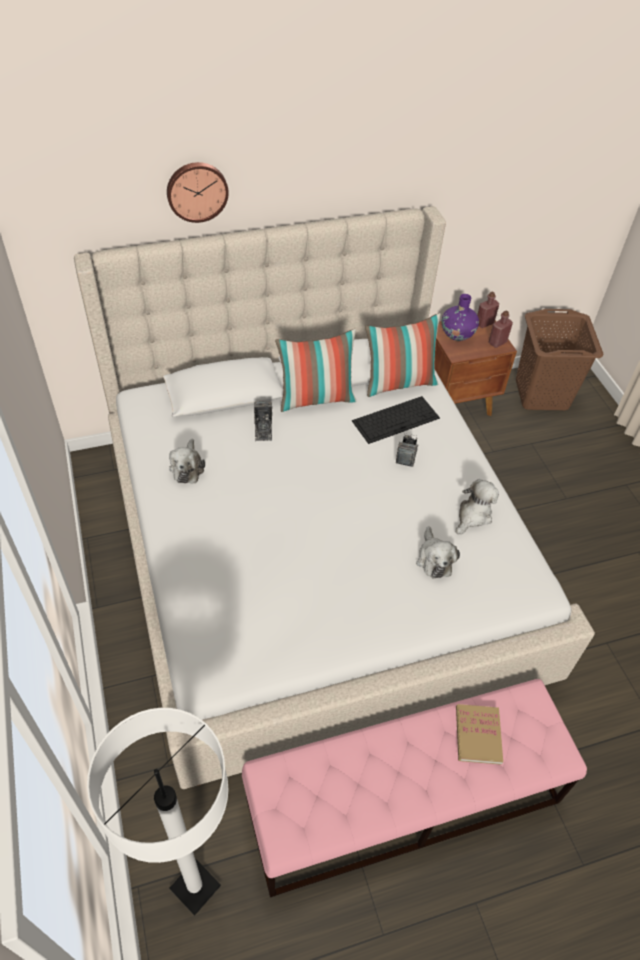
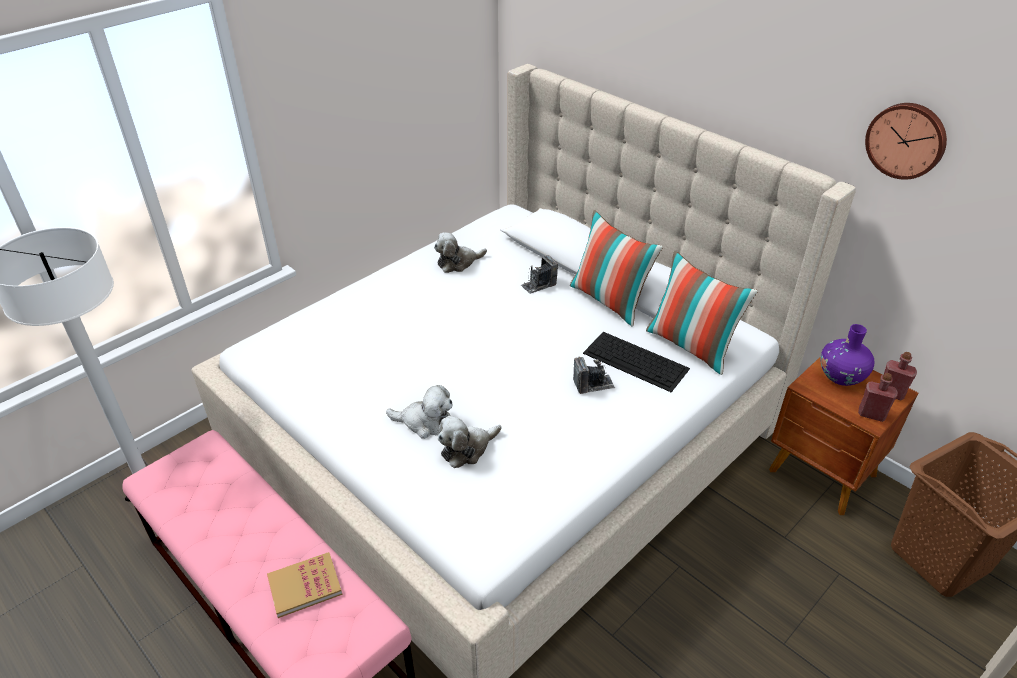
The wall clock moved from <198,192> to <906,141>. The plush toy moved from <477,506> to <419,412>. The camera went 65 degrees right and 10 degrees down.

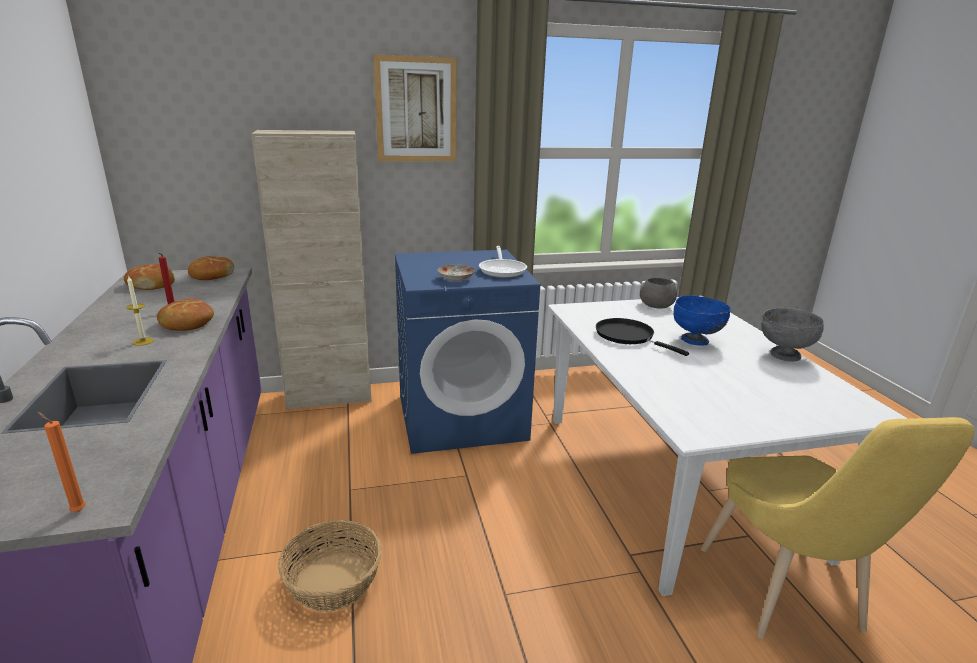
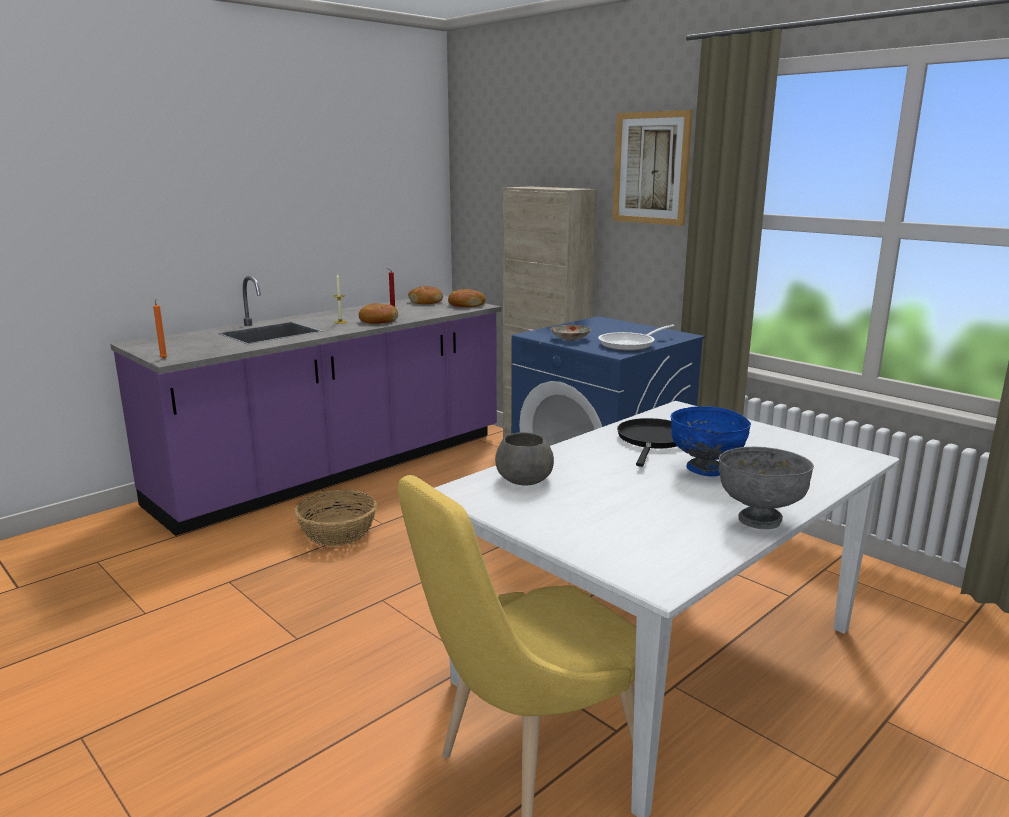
The grey bowl moved from <658,293> to <524,458>. The camera went 60 degrees right and 5 degrees down.

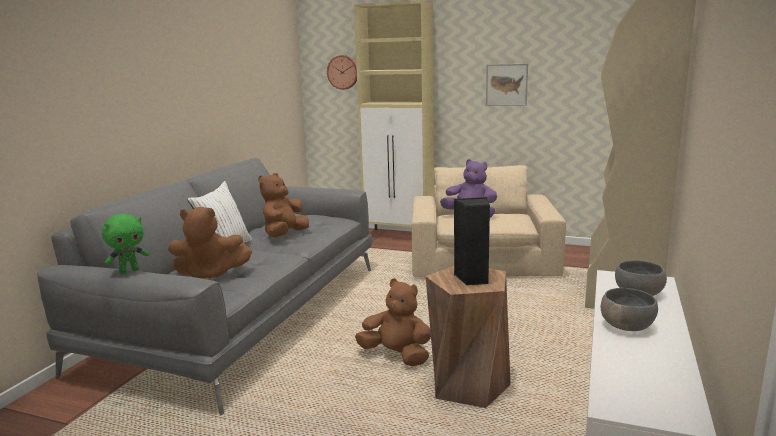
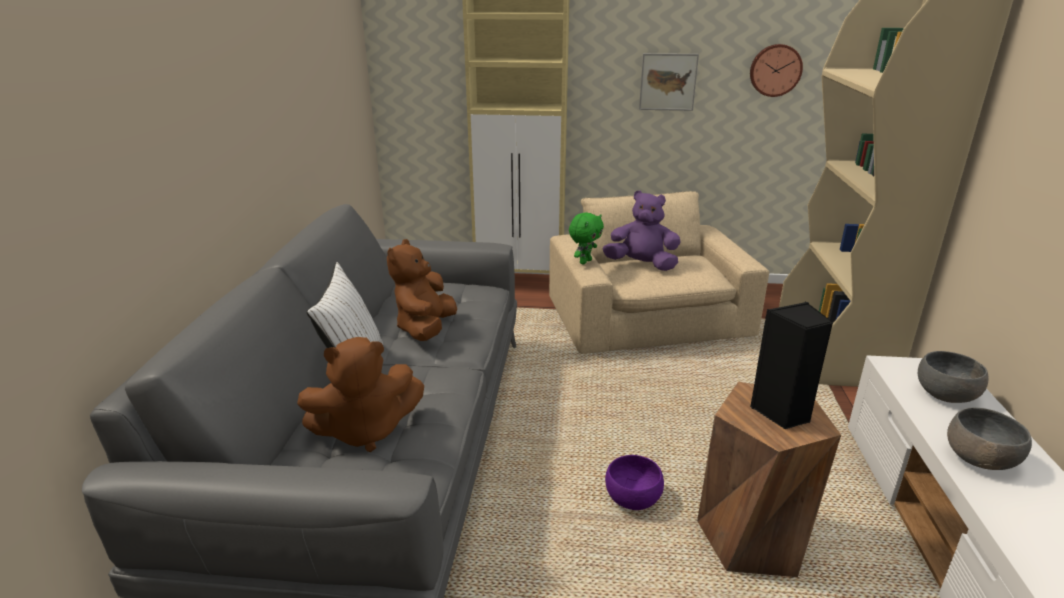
The green plush toy moved from <125,244> to <586,238>. The wall clock moved from <342,72> to <776,70>. The brown plush toy at <393,322> was replaced by the purple bowl at <634,482>. The camera went 15 degrees left and 10 degrees up.

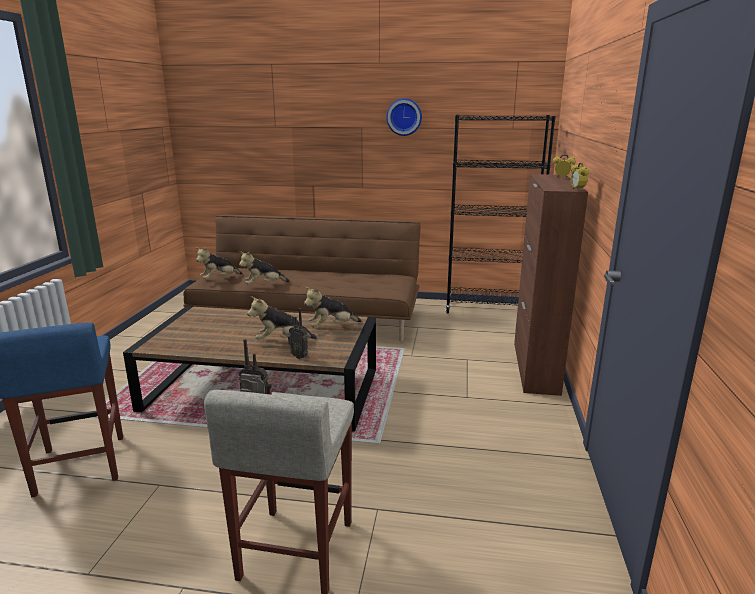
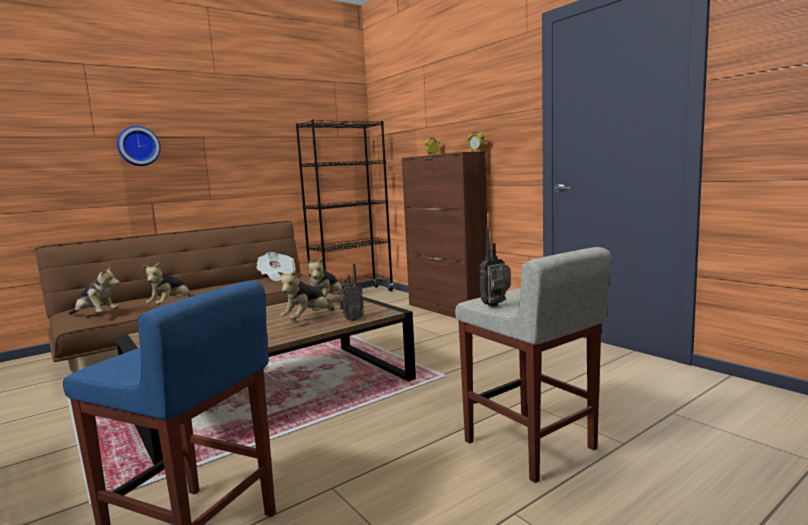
The plush toy at <219,263> turned 75 degrees counterclockwise. The wall clock moved from <404,117> to <139,146>. The newspaper at <275,266> appeared. The camera went 45 degrees left and 10 degrees down.

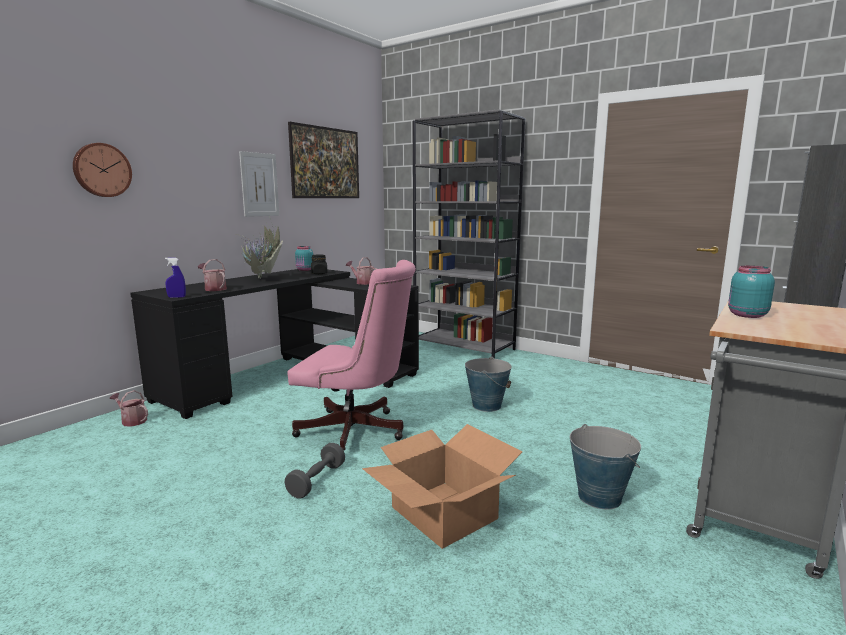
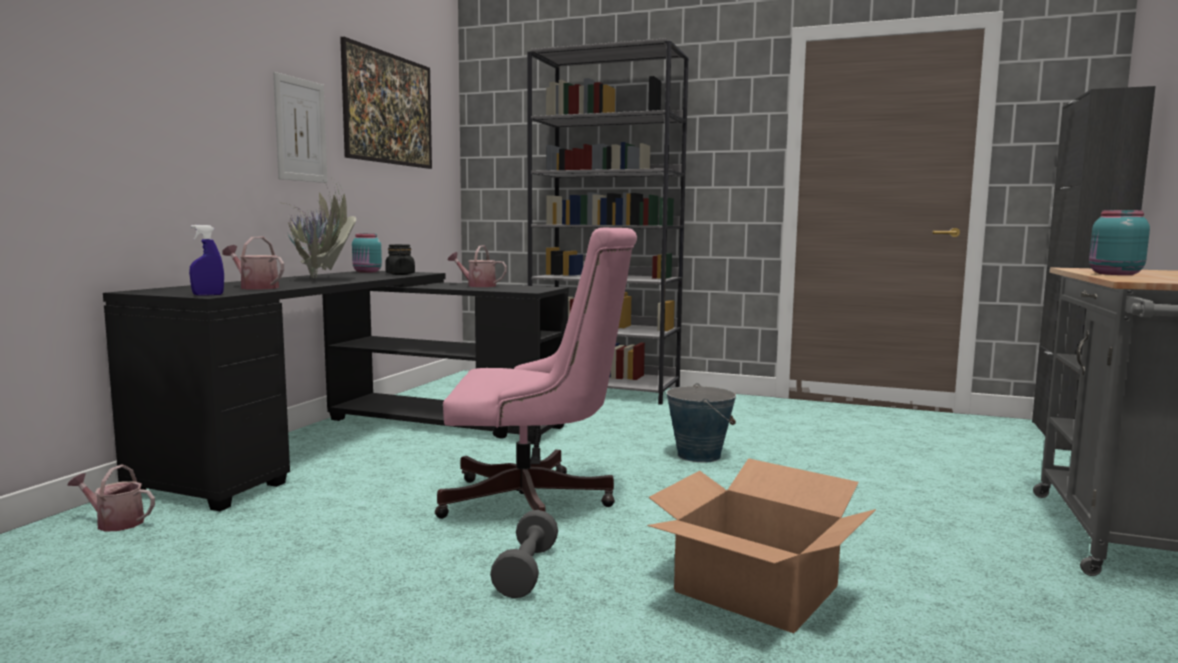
The wall clock at <102,170> disappeared. The bucket at <605,466> disappeared. The camera went 15 degrees left and 5 degrees down.

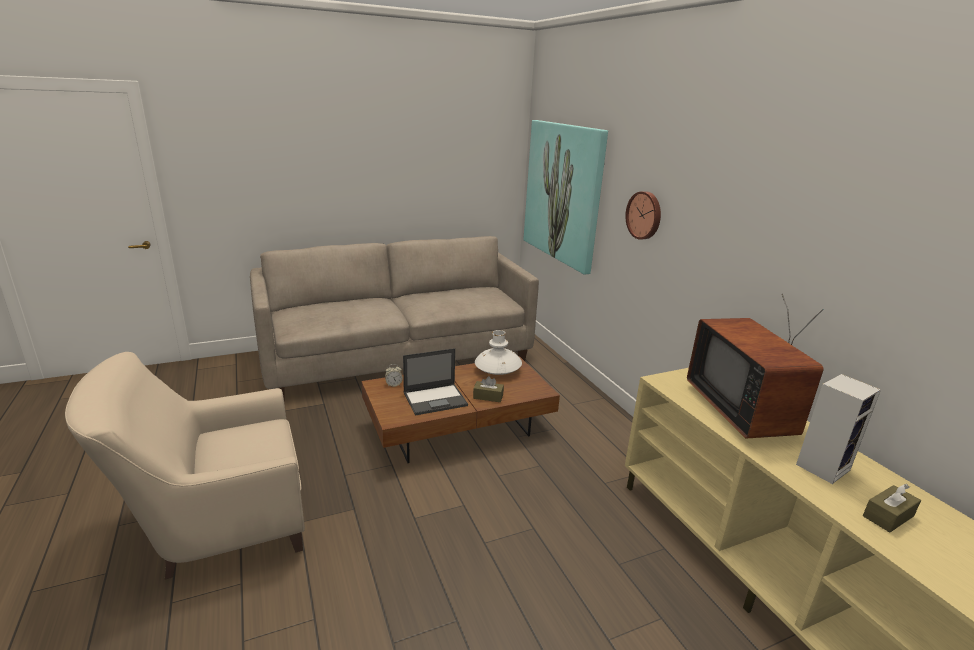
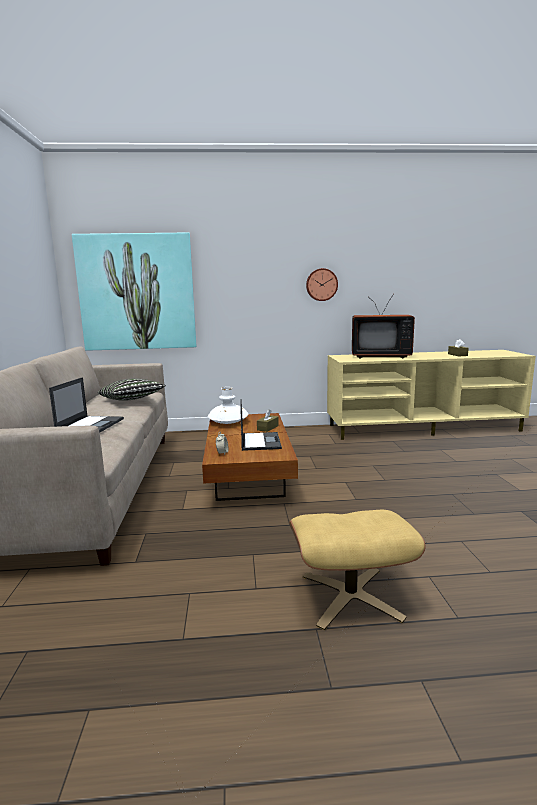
The beige armchair at <185,466> was replaced by the beige ottoman at <357,570>. The wall clock moved from <643,215> to <322,284>. The speaker at <838,429> disappeared. The laptop at <86,405> appeared. The pillow at <132,389> appeared. The camera went 70 degrees left and 10 degrees down.

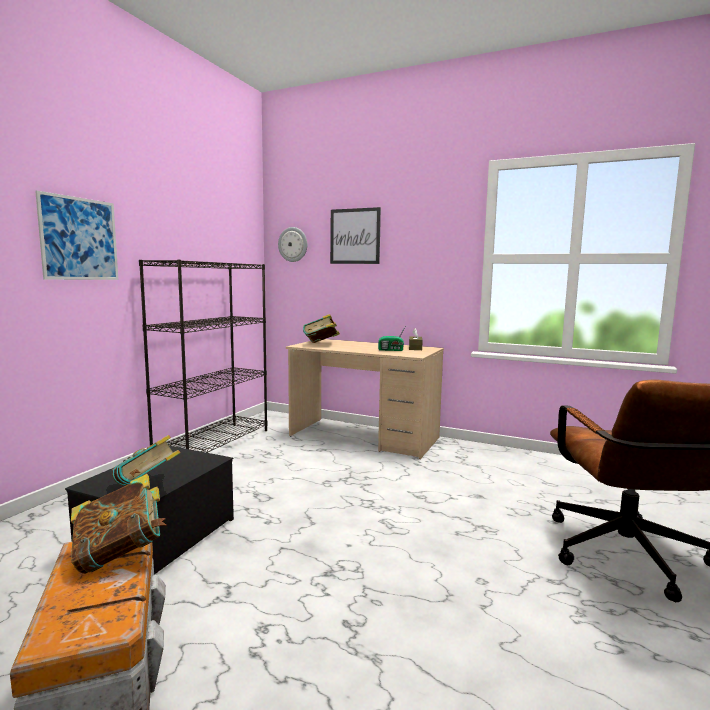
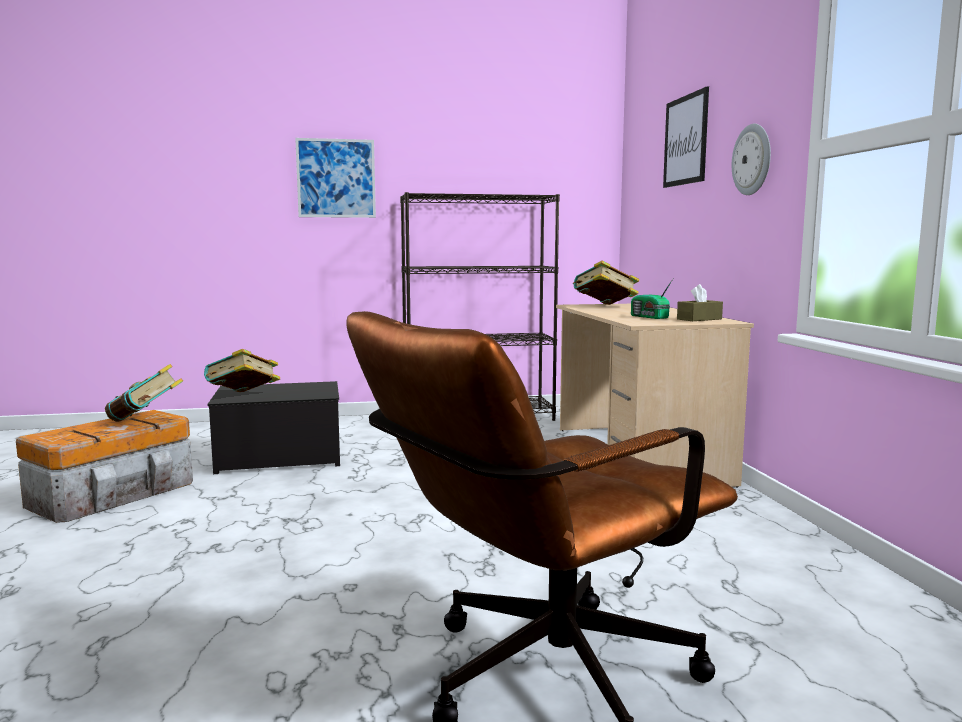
The wall clock moved from <292,244> to <751,159>. The camera went 55 degrees right and 0 degrees up.

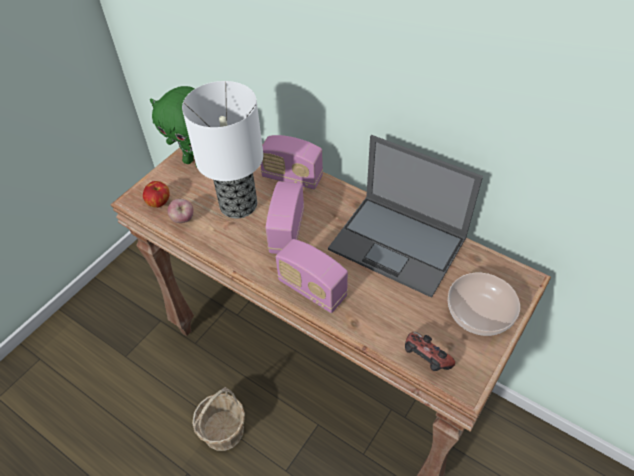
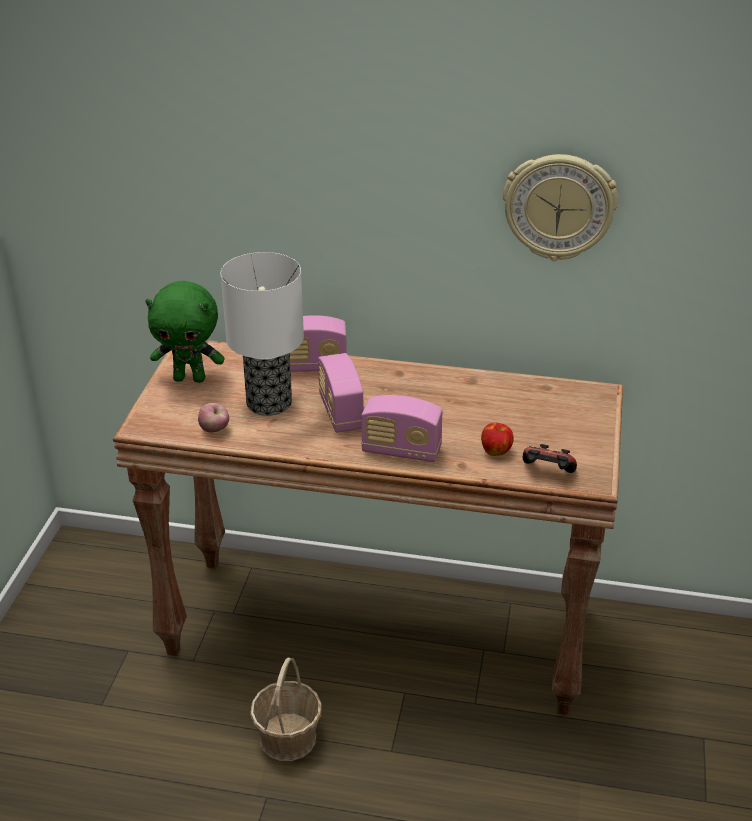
The apple moved from <156,194> to <497,439>. The laptop at <405,216> disappeared. The bowl at <484,304> disappeared. The wall clock at <560,207> appeared. The camera went 25 degrees left and 15 degrees down.

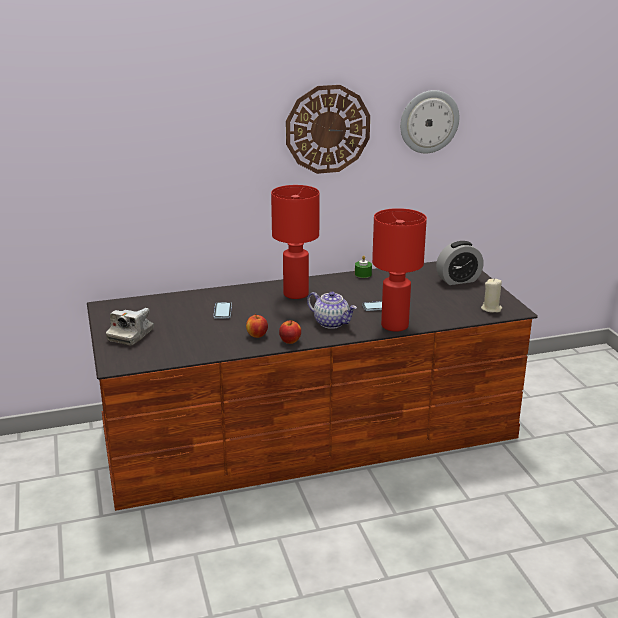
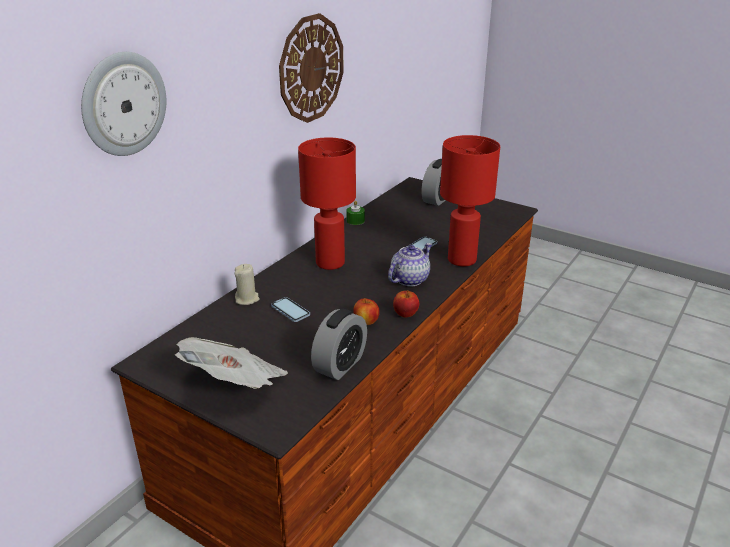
The photo camera at <130,326> was replaced by the newspaper at <231,363>. The teapot at <332,310> turned 45 degrees counterclockwise. The wall clock moved from <429,121> to <123,104>. The beige candle moved from <491,295> to <247,284>. The alarm clock at <339,344> appeared. The camera went 40 degrees left and 5 degrees up.

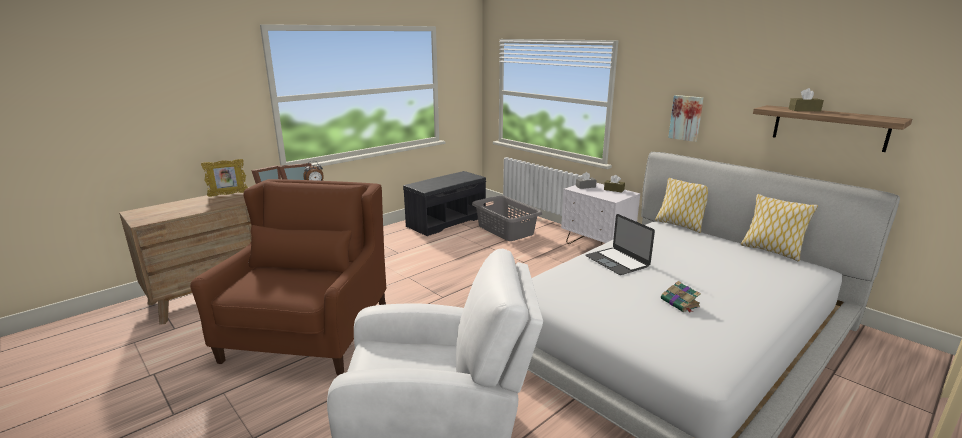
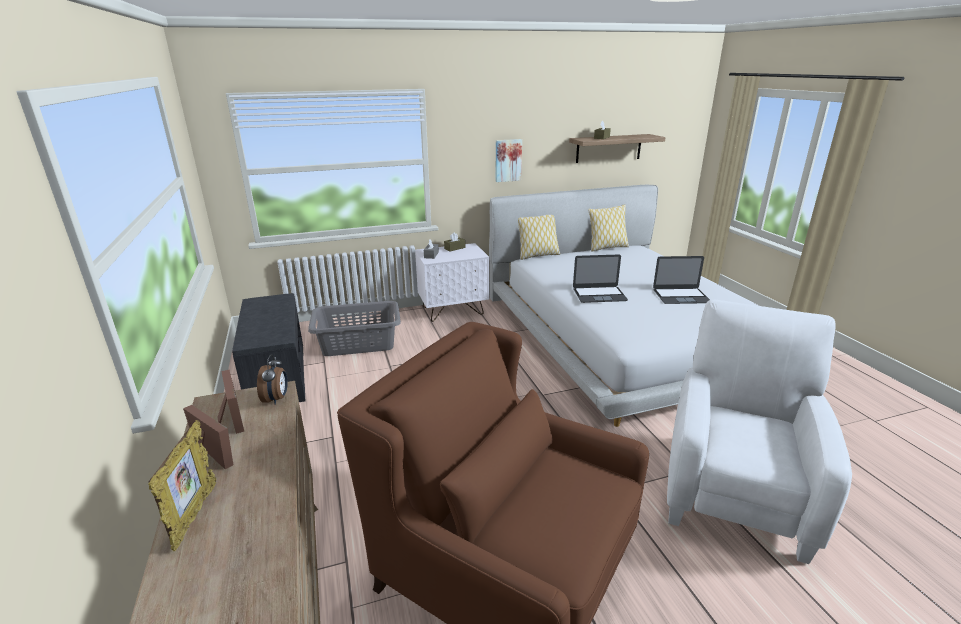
The book at <681,297> was replaced by the laptop at <681,280>. The camera went 65 degrees left and 5 degrees up.

